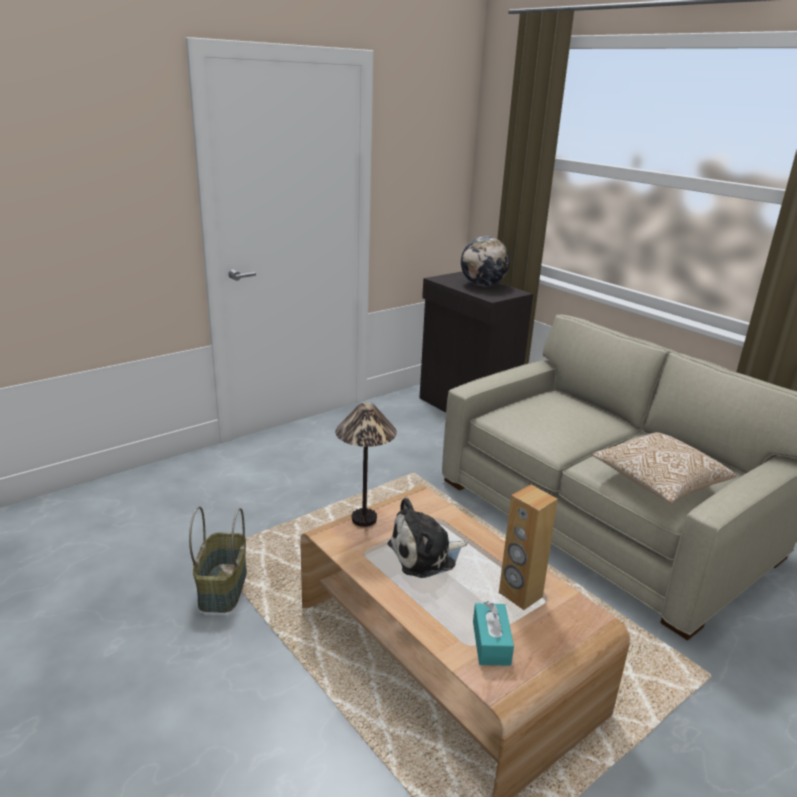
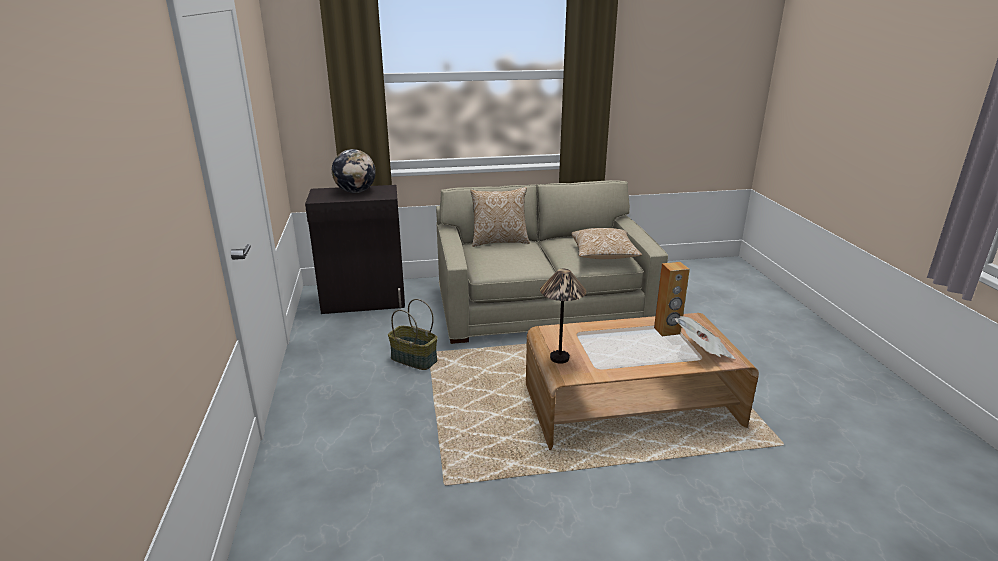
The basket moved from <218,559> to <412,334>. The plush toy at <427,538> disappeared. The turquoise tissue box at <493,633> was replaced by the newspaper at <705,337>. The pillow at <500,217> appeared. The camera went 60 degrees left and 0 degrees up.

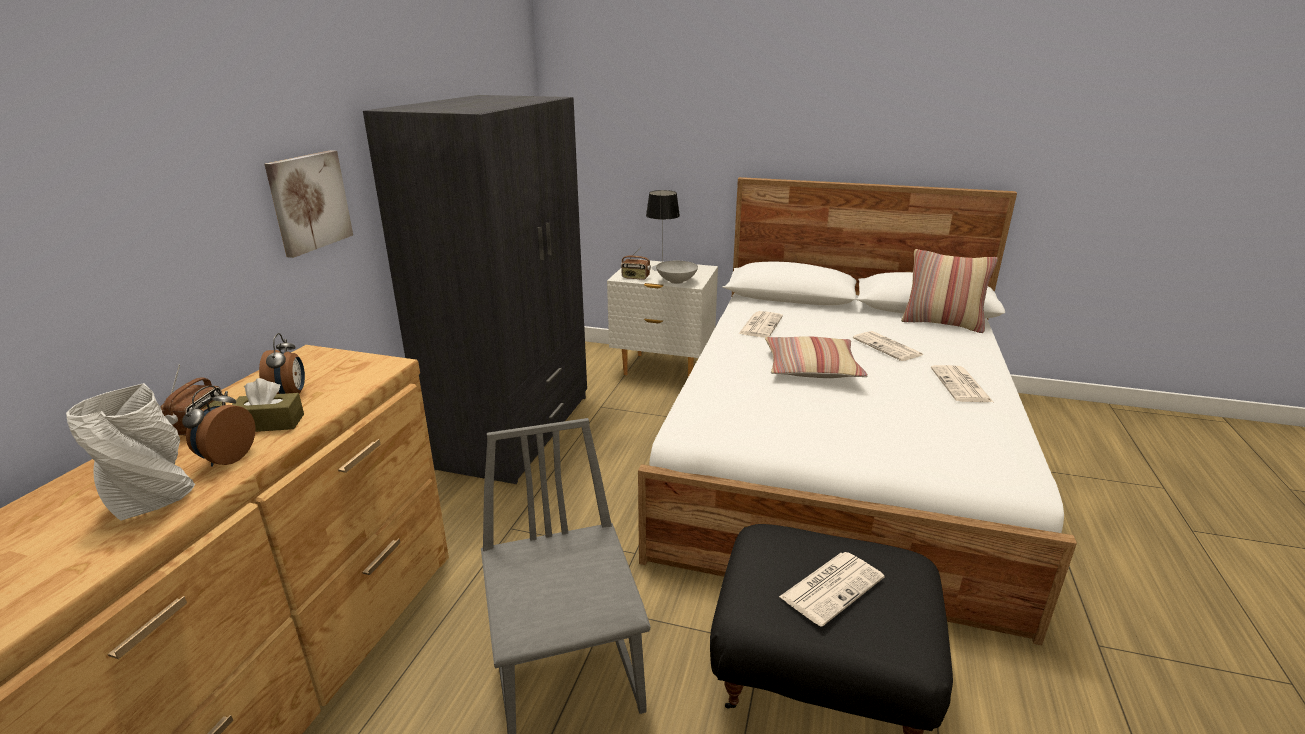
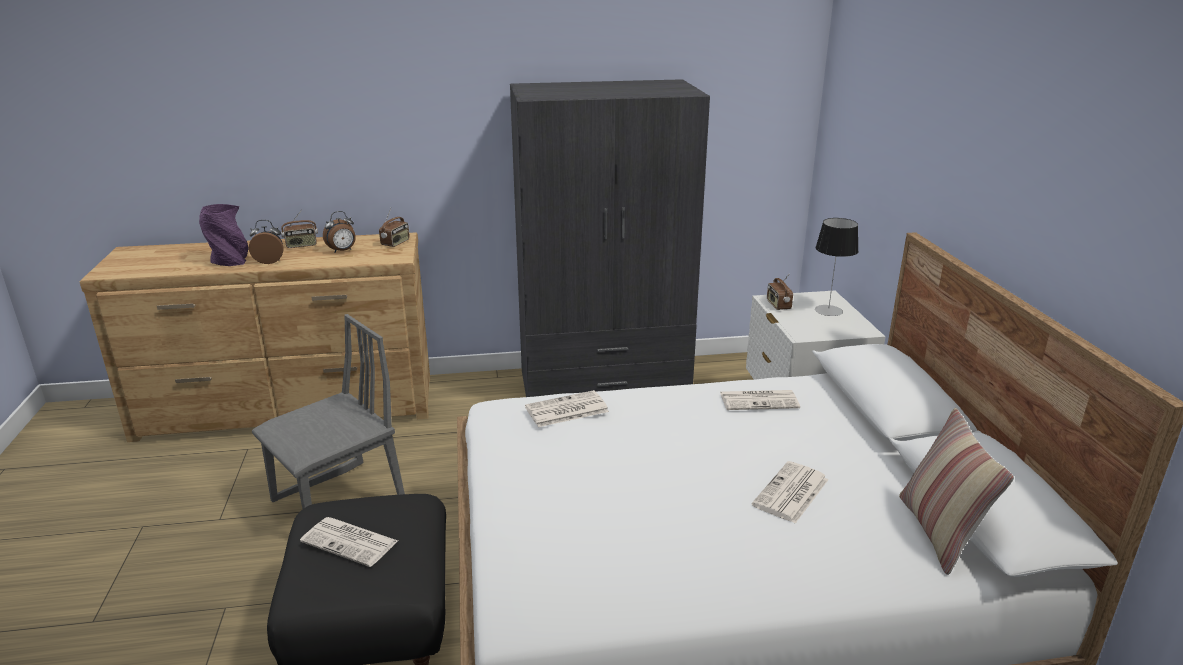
The grey vase at <130,452> became the purple vase at <223,235>. The brown tissue box at <268,405> disappeared. The picture at <309,204> disappeared. The grey bowl at <677,272> disappeared. The pillow at <816,357> disappeared. The newspaper moved from <962,383> to <567,408>. The radio at <394,227> appeared. The camera went 65 degrees right and 0 degrees up.

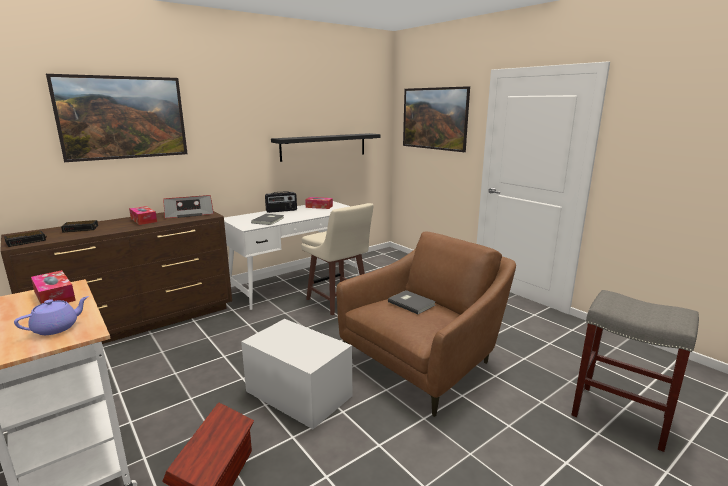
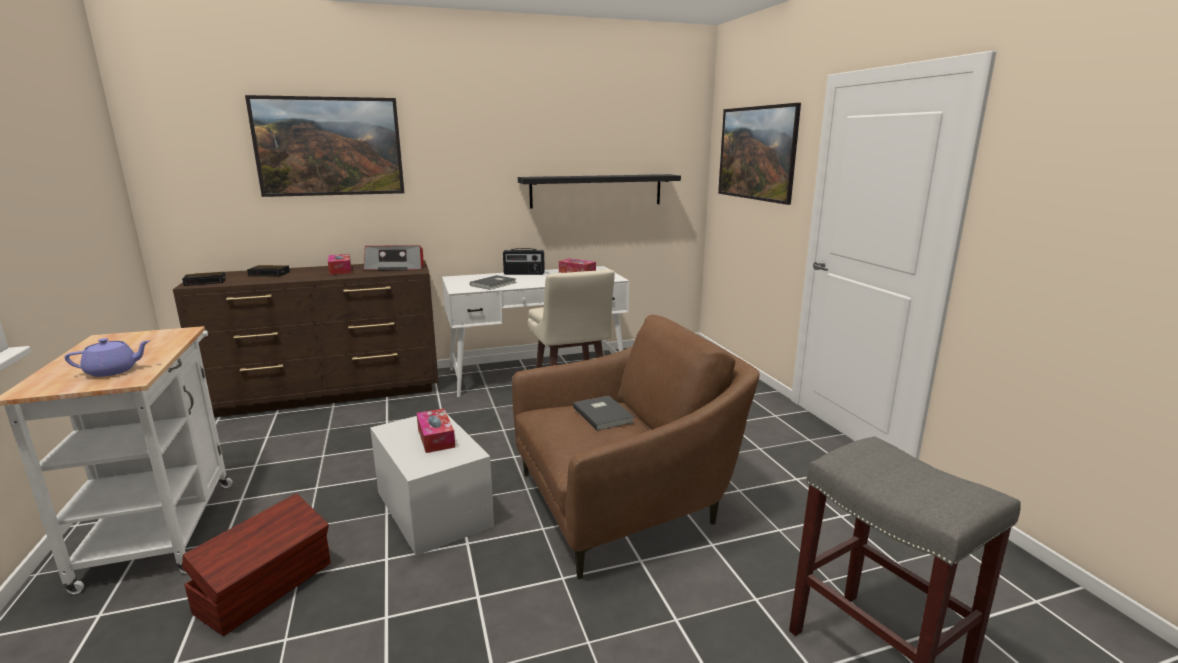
The tissue box moved from <53,287> to <436,430>. The camera went 20 degrees right and 0 degrees up.

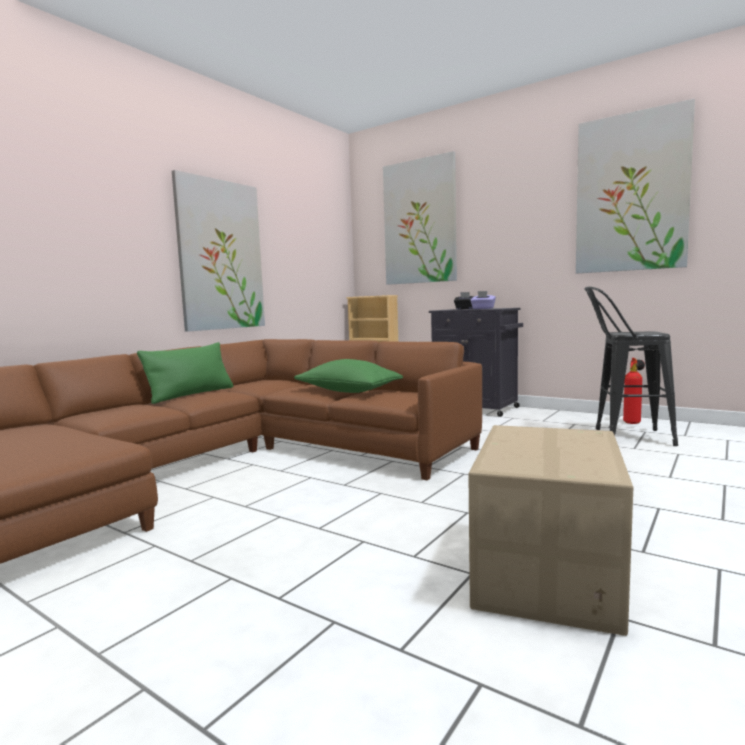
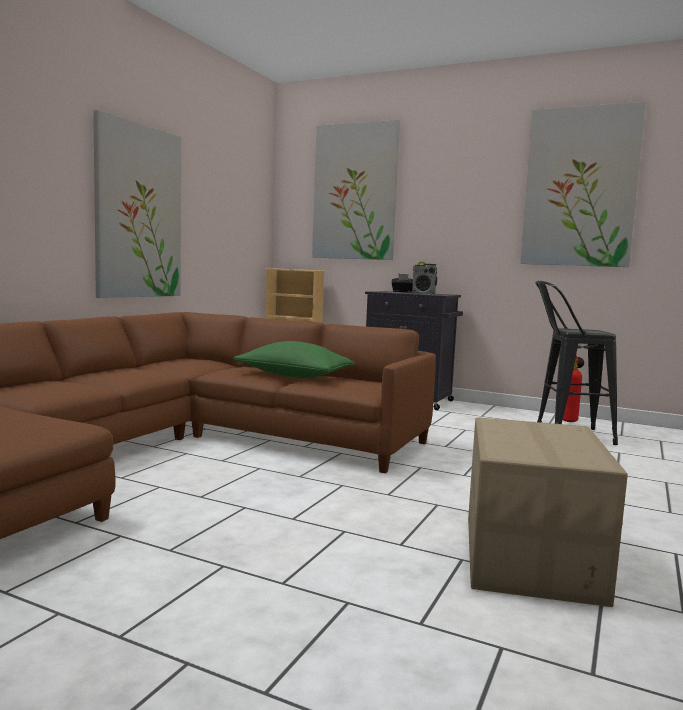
The green pillow at <185,373> disappeared. The purple tissue box at <483,300> was replaced by the radio at <424,278>. The camera went 10 degrees left and 0 degrees up.

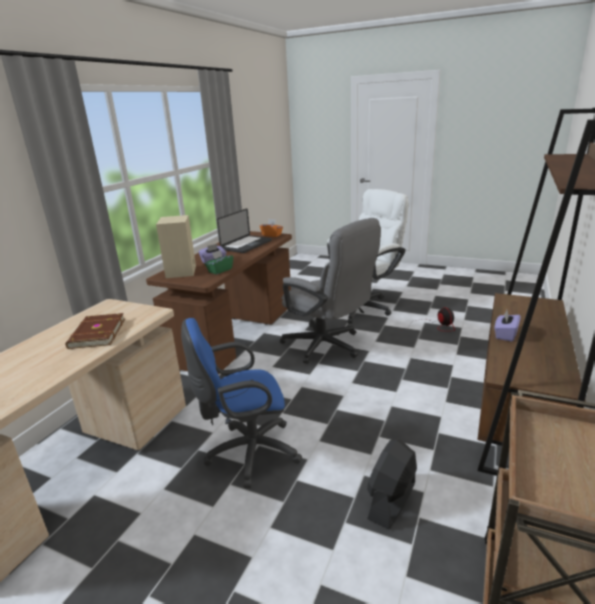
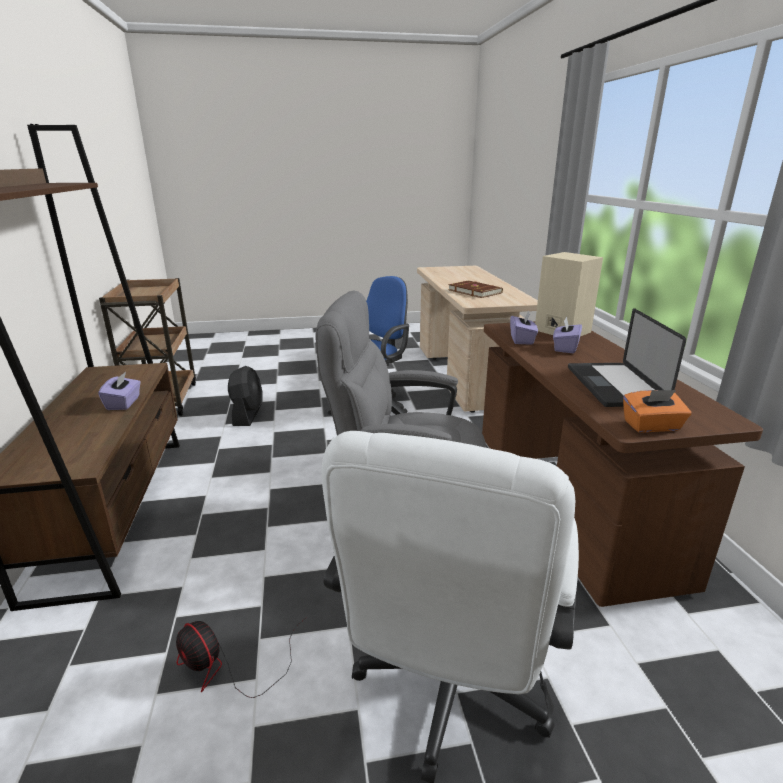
The green tissue box at <219,262> became the purple tissue box at <524,328>. The camera went 145 degrees right and 0 degrees up.

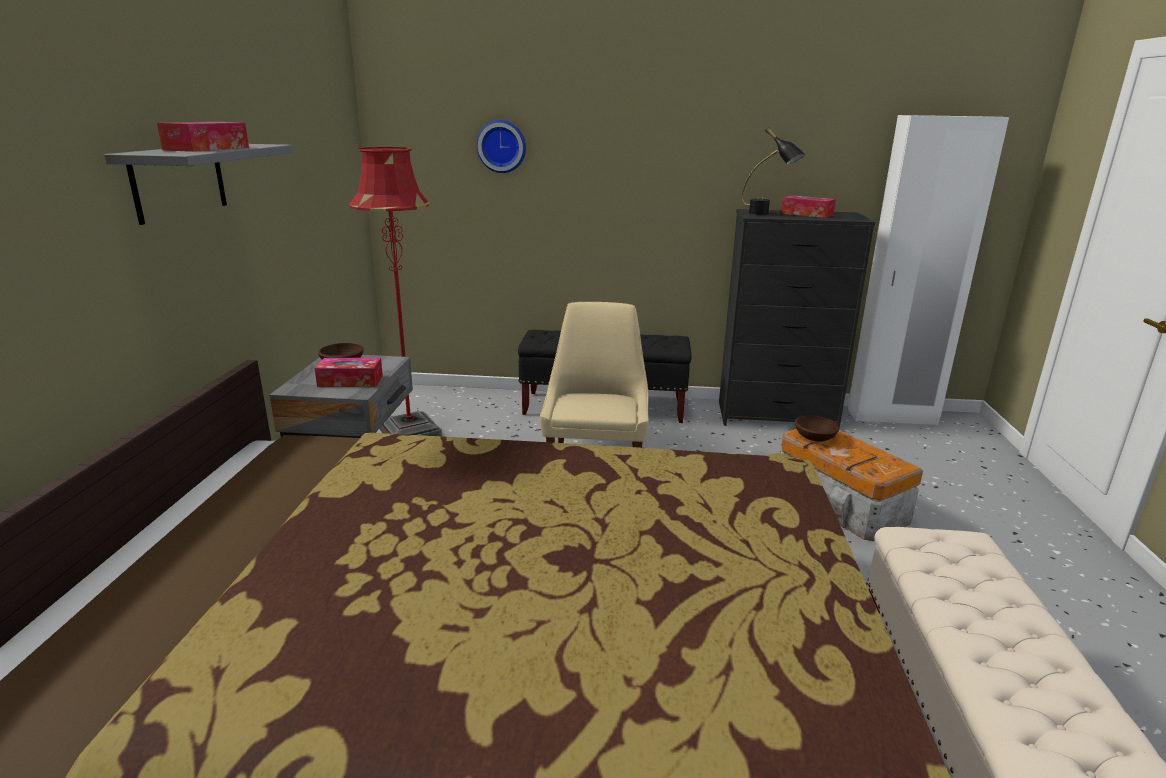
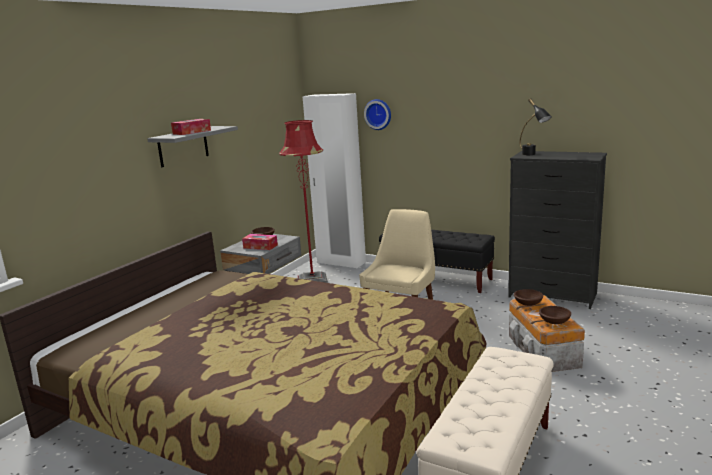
The tissue box at <808,206> disappeared. The white wardrobe moved from <928,270> to <334,180>. The brown bowl at <555,315> appeared. The camera went 25 degrees right and 5 degrees down.

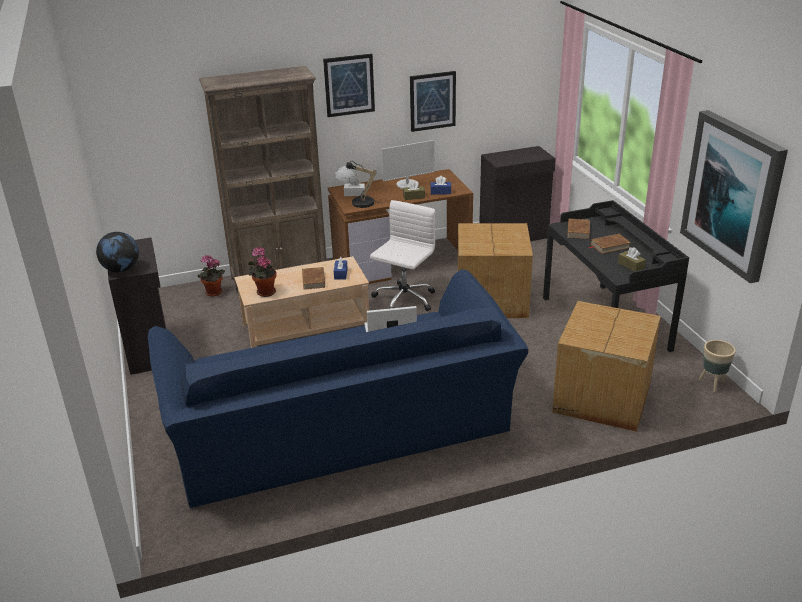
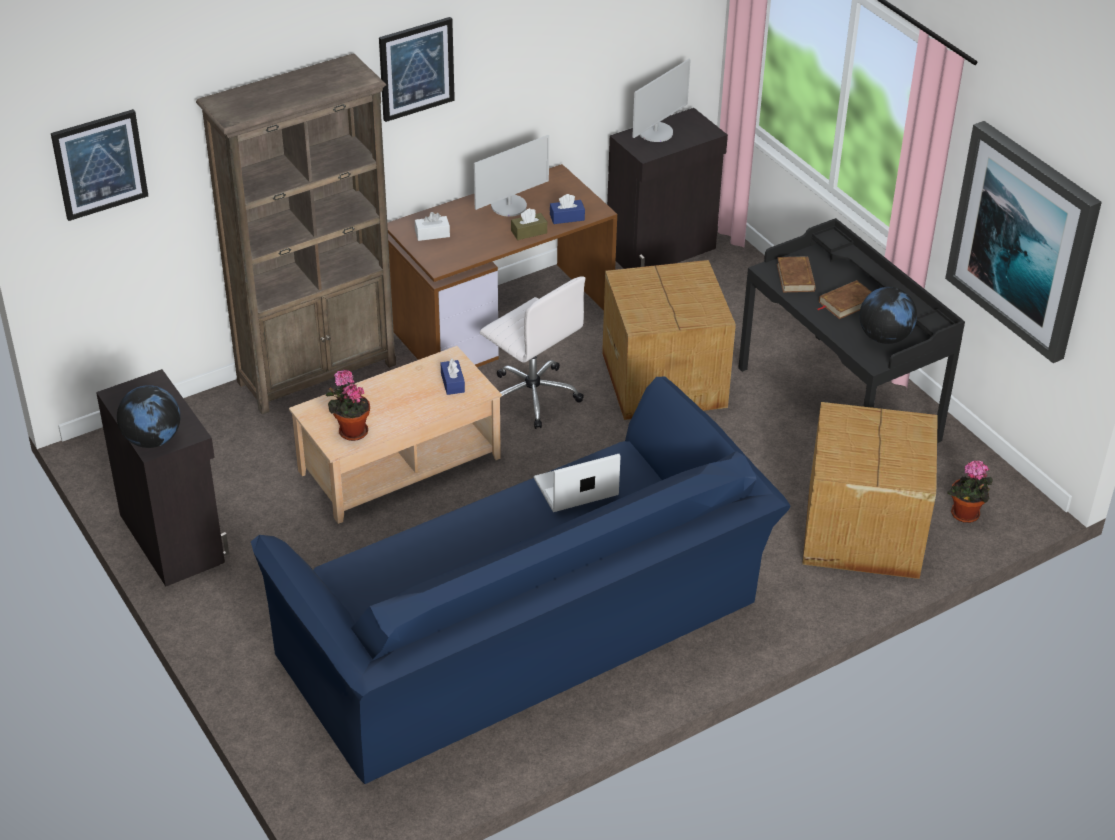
The potted plant moved from <211,276> to <970,491>. The brown book at <313,278> disappeared. The table lamp at <357,184> disappeared. The white office chair at <402,255> turned 120 degrees clockwise. The picture moved from <433,101> to <99,165>. The brown tissue box at <632,259> was replaced by the globe at <888,315>. The beige planter at <717,366> disappeared. The monitor at <661,100> appeared. The camera went 15 degrees left and 10 degrees up.

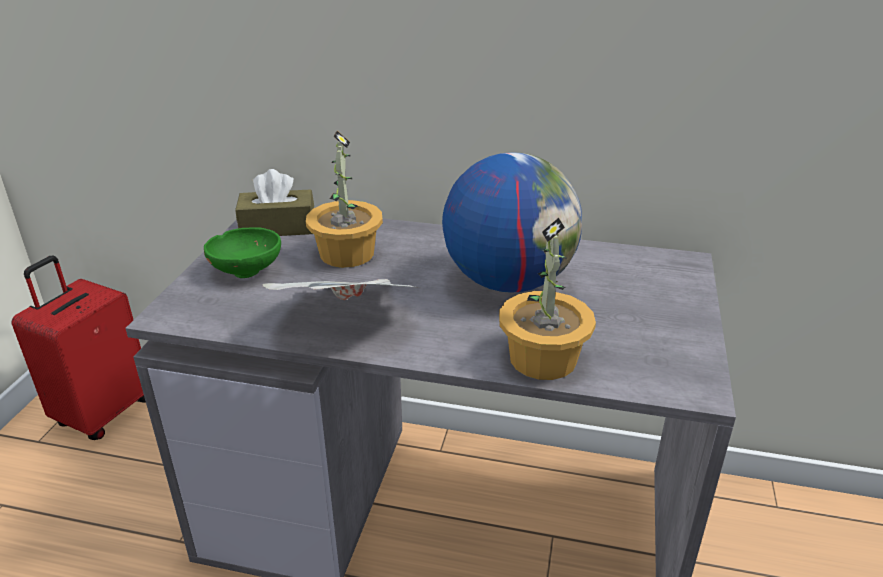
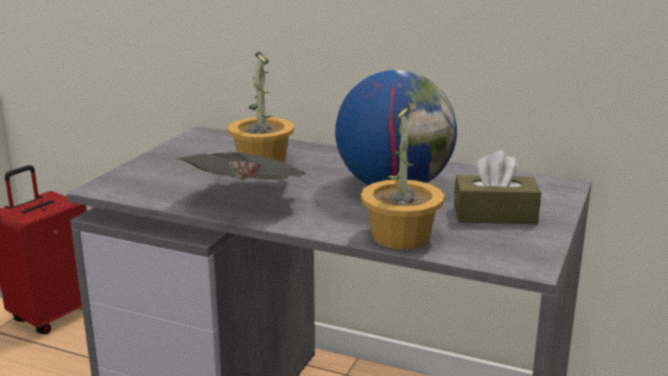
The green bowl at <242,252> disappeared. The brown tissue box moved from <274,202> to <497,187>. The camera went 10 degrees right and 10 degrees down.

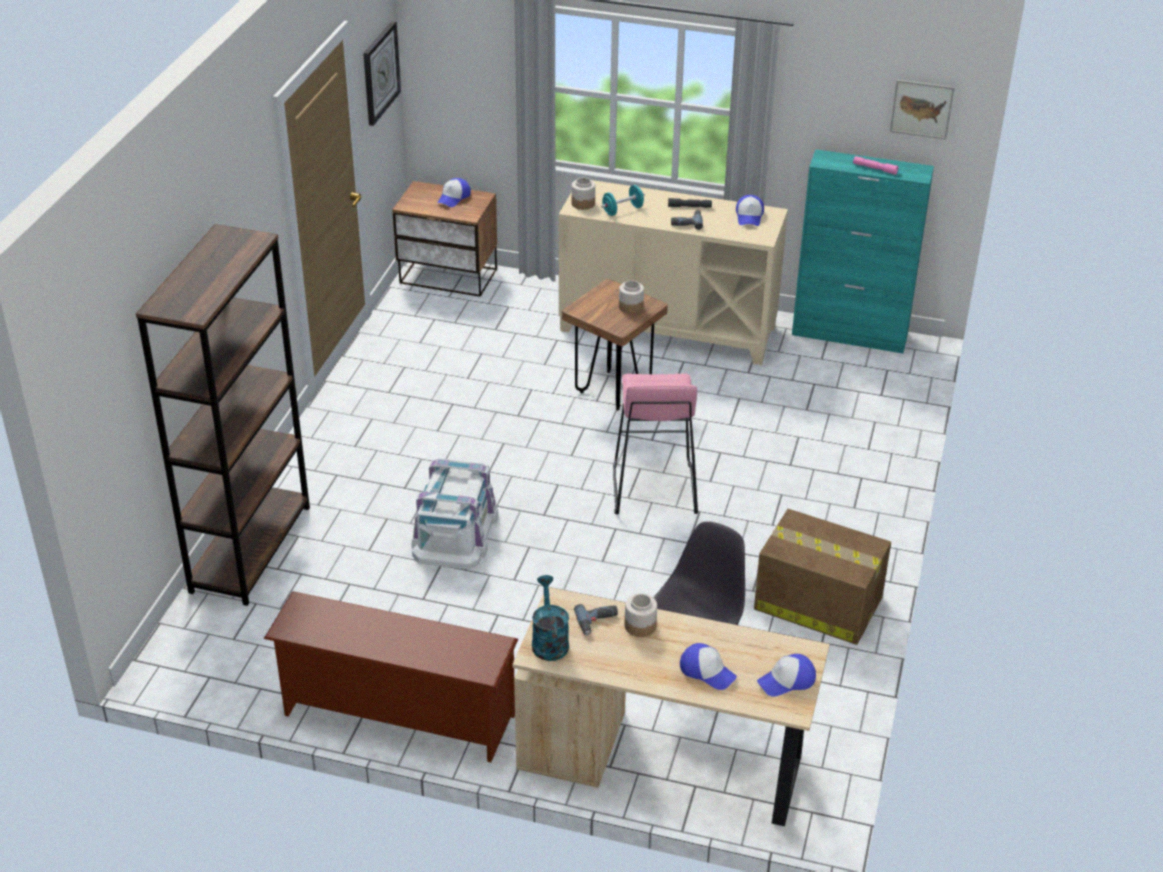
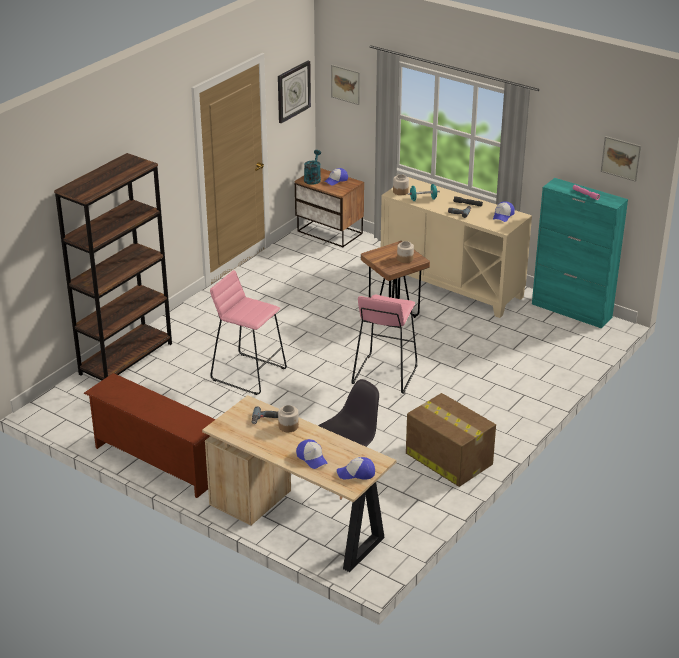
The white storage box at <455,514> was replaced by the pink stool at <248,332>. The turquoise watering can moved from <550,618> to <312,167>. The picture at <345,85> appeared. The camera went 20 degrees right and 5 degrees down.

